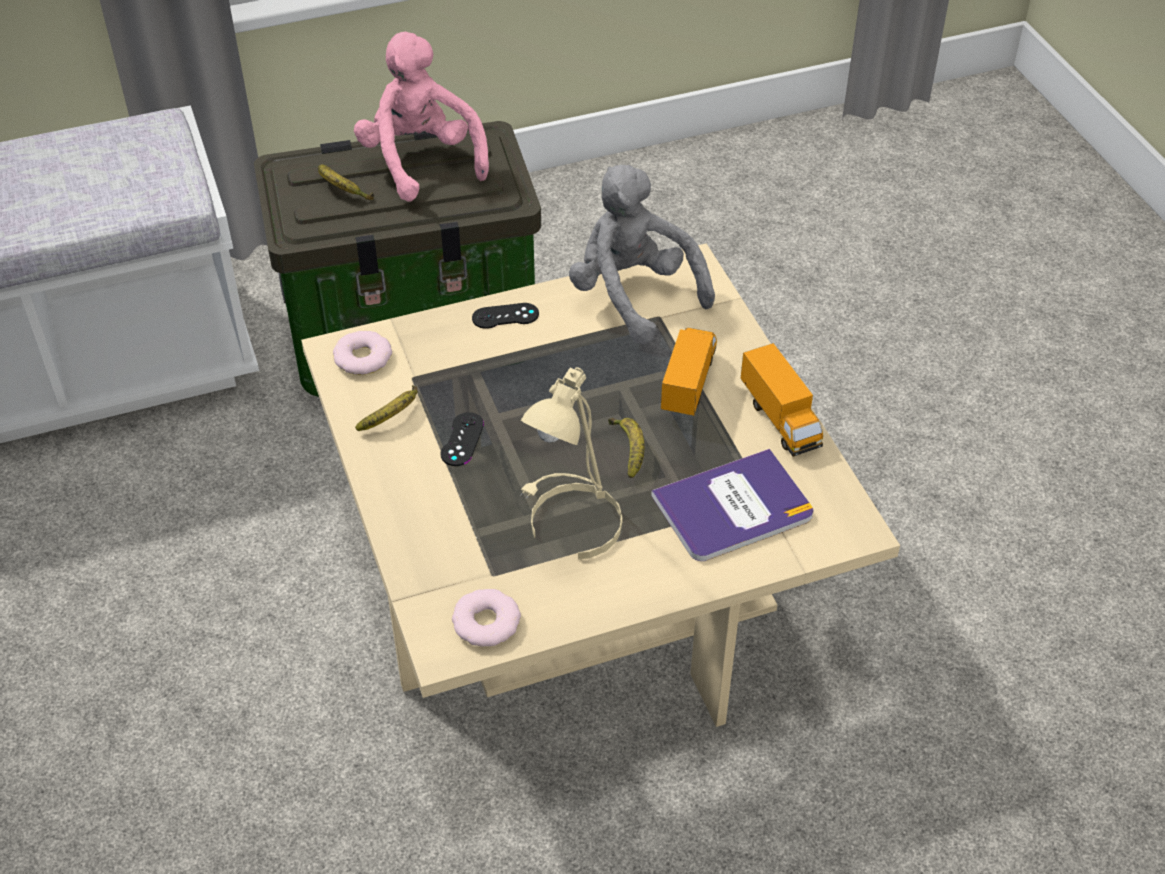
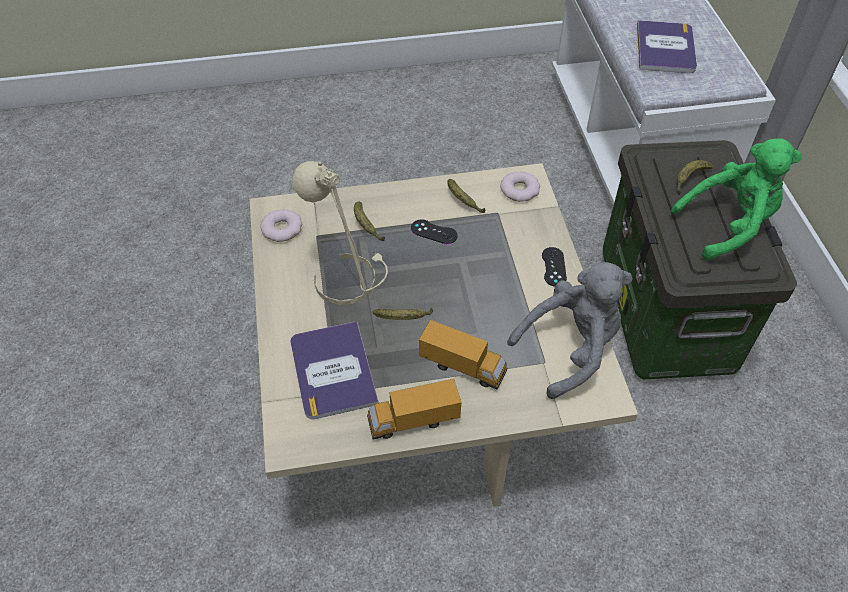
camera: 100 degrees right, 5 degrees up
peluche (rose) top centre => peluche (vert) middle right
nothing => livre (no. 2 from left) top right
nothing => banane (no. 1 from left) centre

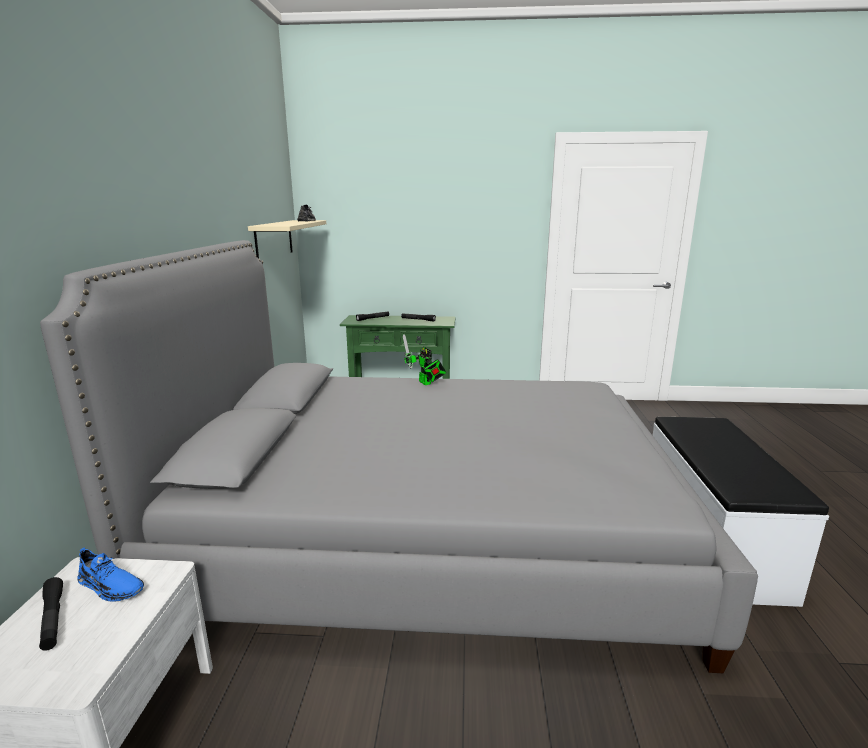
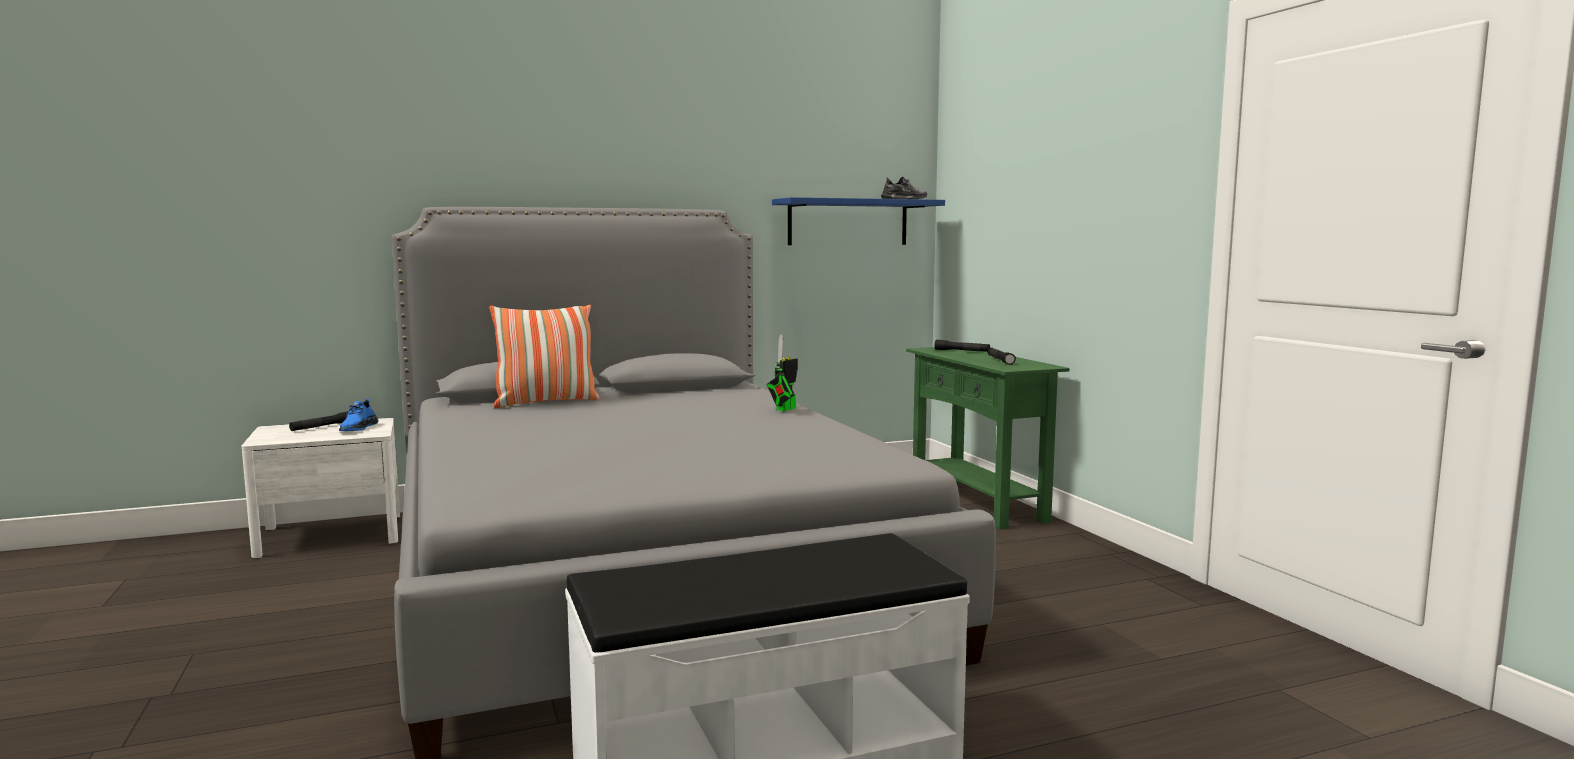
camera: 65 degrees right, 10 degrees down
étagère (beige) top left => étagère (bleu) top centre
nothing => coussin centre

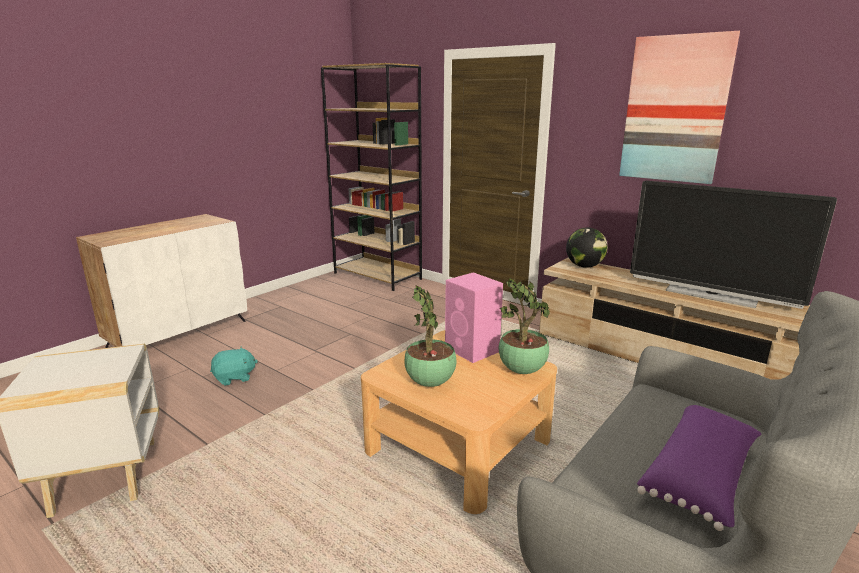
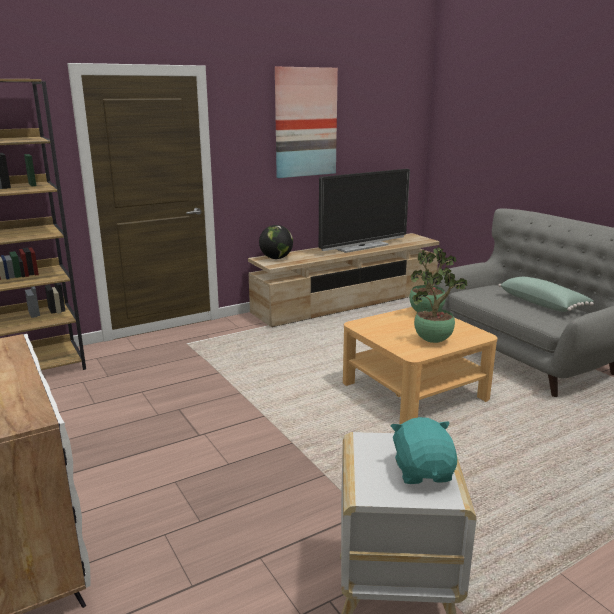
camera: 70 degrees left, 0 degrees up
enceinte (rose) centre => nothing
peluche (turquoise) middle left => peluche (turquoise) bottom right, relocated
coussin (violet) bottom right => coussin (vert) middle right

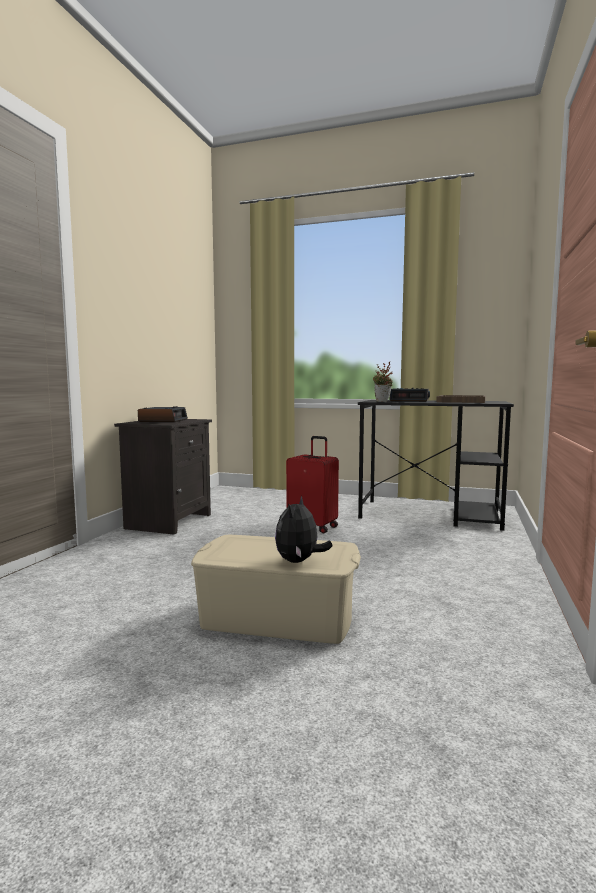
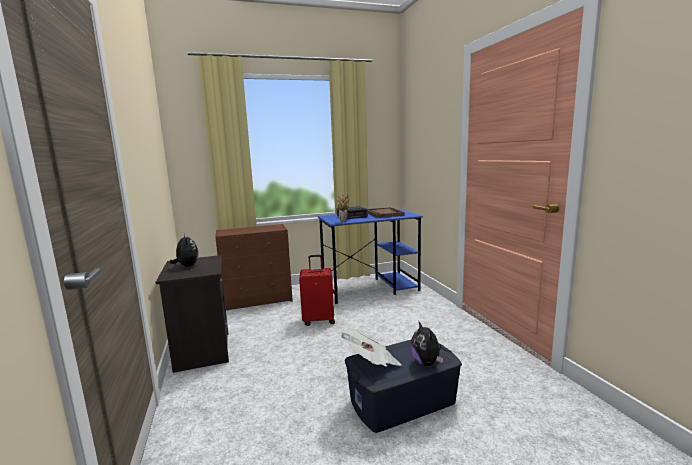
camera: 35 degrees left, 5 degrees up
bureau (noir) middle right => bureau (bleu) centre
réveil (no. 1 from left) middle left => peluche (no. 1 from left) middle left
boîte de rangement (beige) centre => boîte de rangement (bleu) bottom centre
nothing => commode (marron) centre
nothing => journal bottom centre

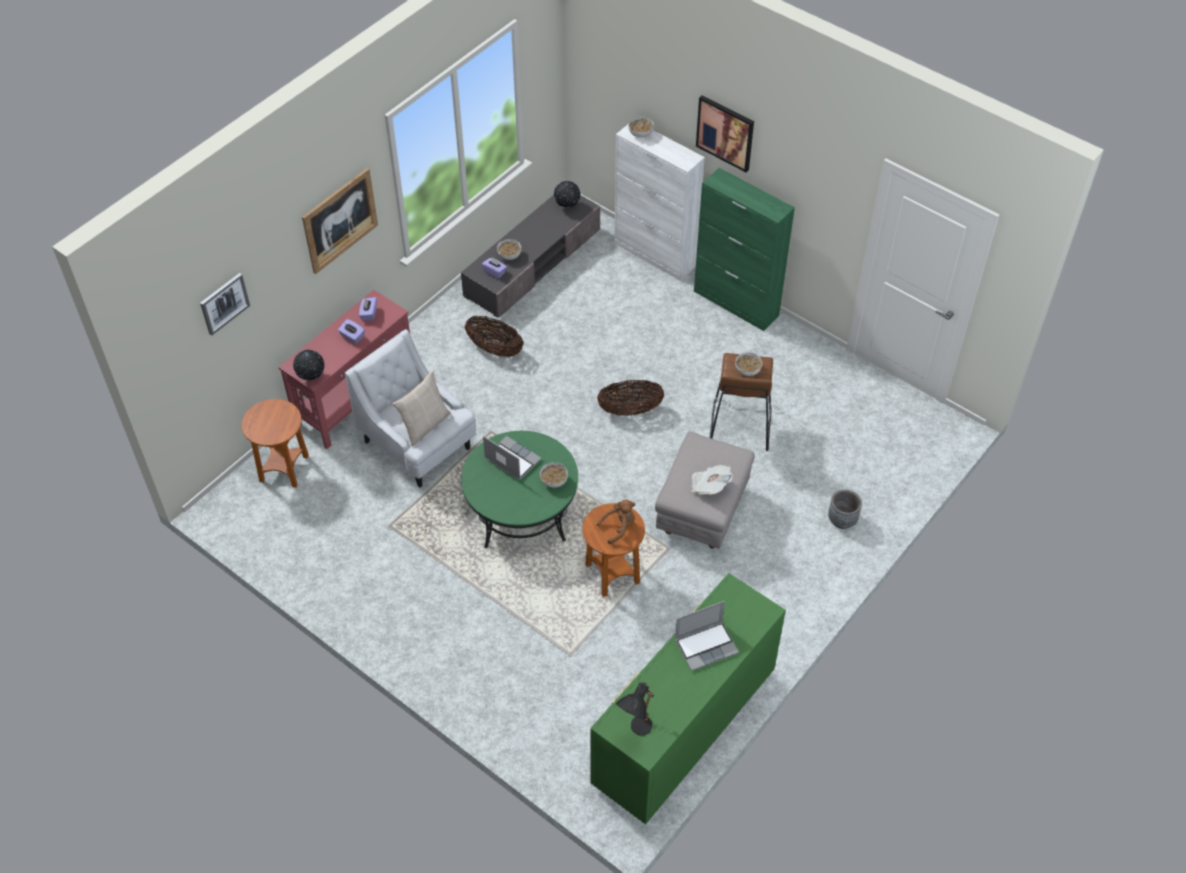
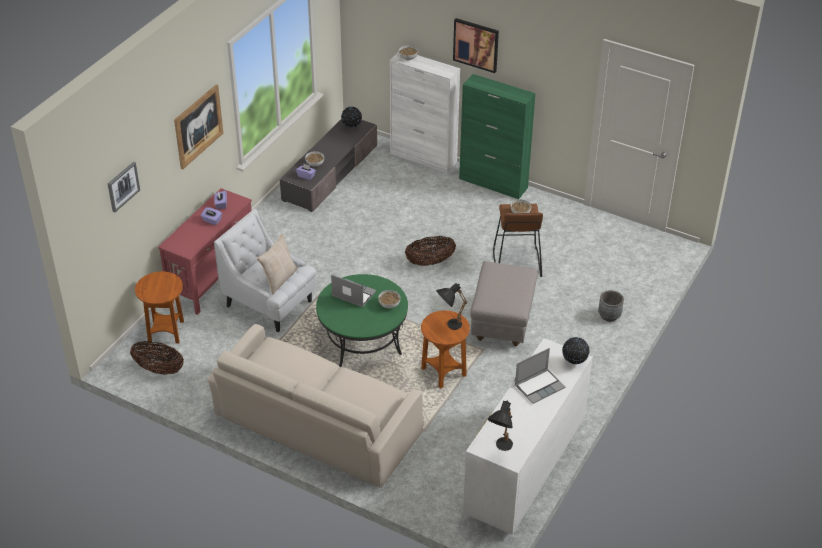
camera: 10 degrees left, 10 degrees down
panier (no. 1 from left) centre => panier (no. 1 from left) middle left, relocated
globe (no. 1 from left in the first image) middle left => globe (no. 2 from left) middle right, relocated
journal centre => nothing
peluche (marron) centre => lampe de table (noir) (no. 1 from left) centre
commode (vert) bottom centre => commode (blanc) bottom centre
nothing => canapé (beige) bottom centre

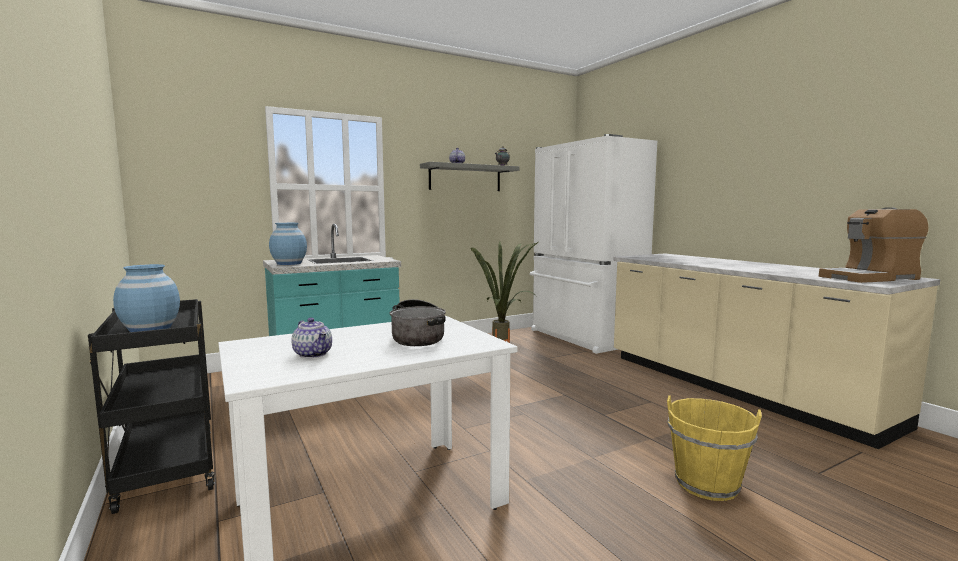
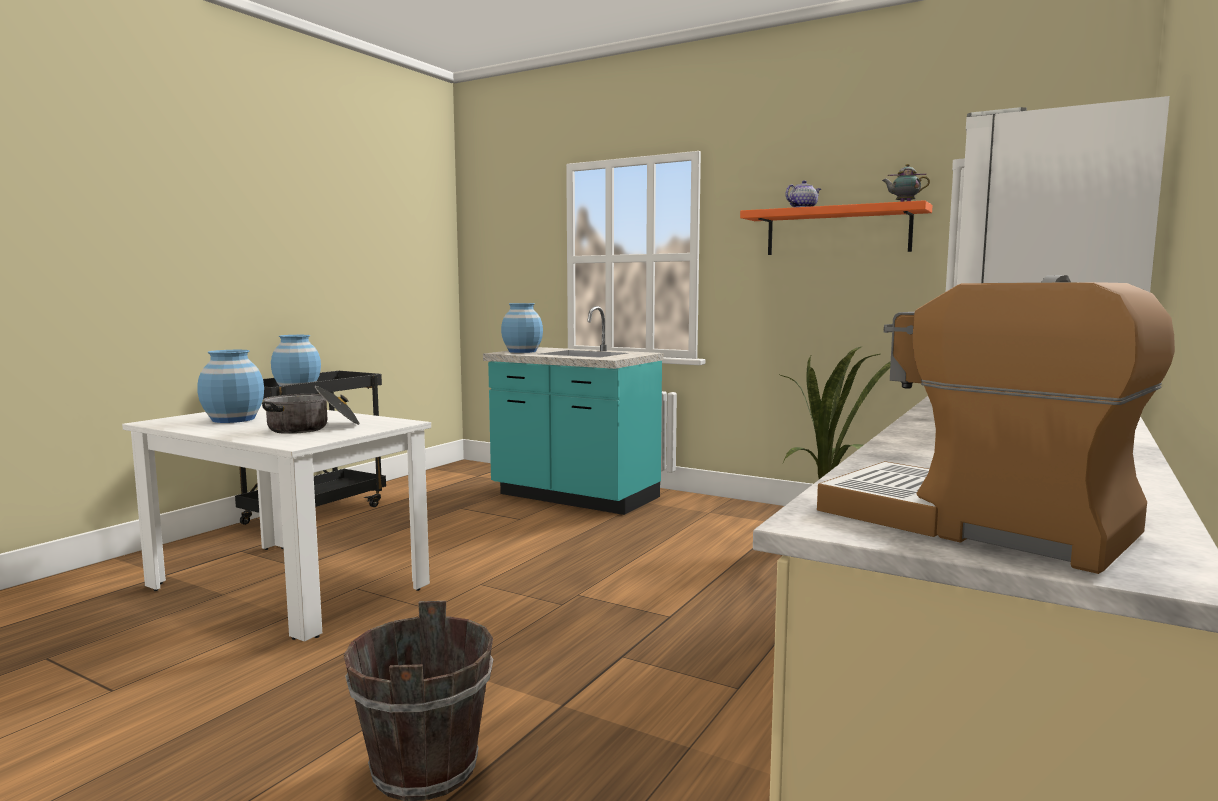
camera: 60 degrees right, 0 degrees up
étagère (gris) top centre => étagère (orange) top right
théière (no. 1 from left) middle left => vase (bleu) (no. 1 from left) middle left
seau (jaune) bottom right => seau (marron) bottom centre

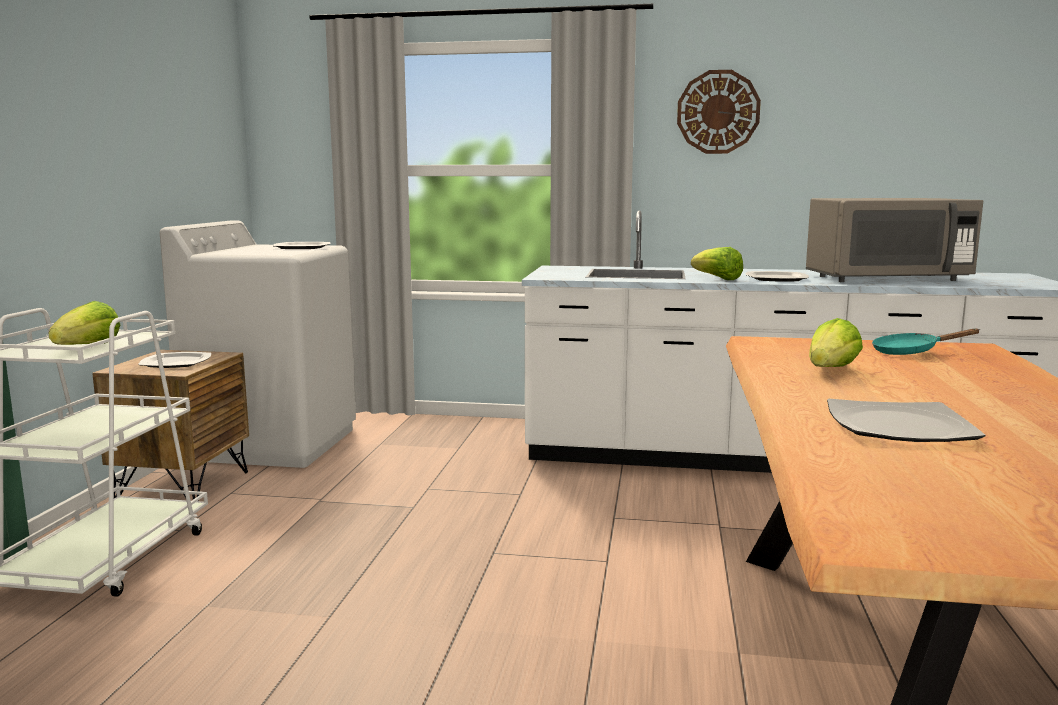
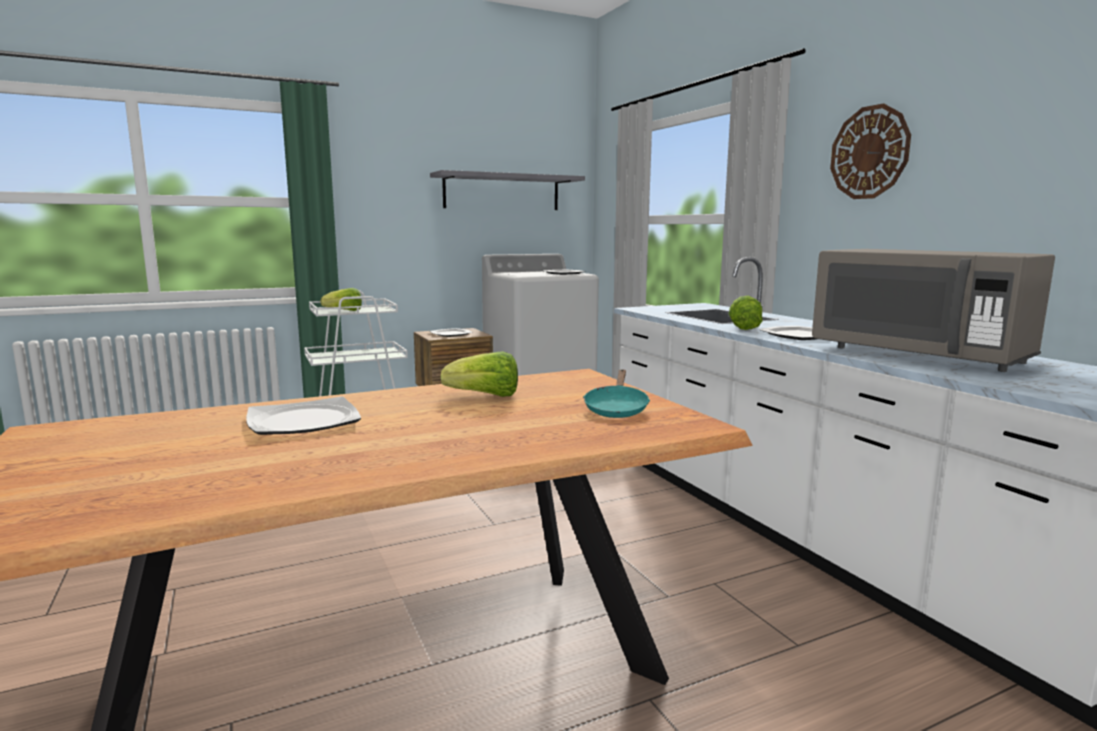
camera: 55 degrees right, 0 degrees up
poêle (turquoise) middle right => poêle (turquoise) centre, 135 degrees counterclockwise
nothing => étagère (gris) top centre

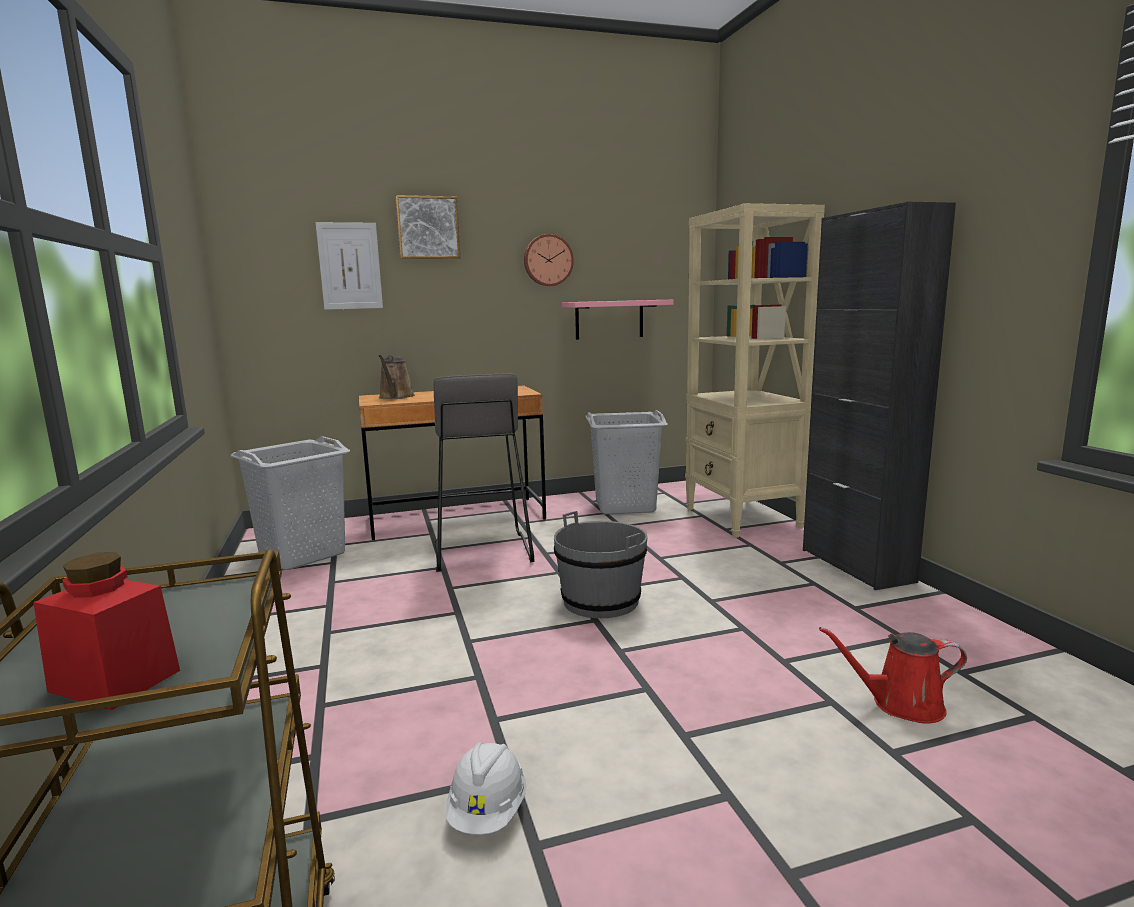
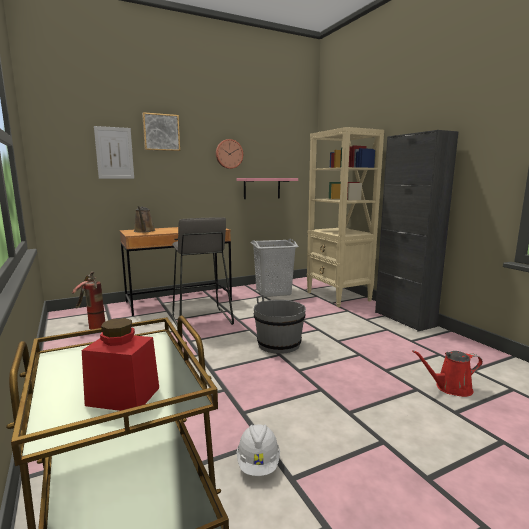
camera: 10 degrees left, 0 degrees up
panier à linge (gris) (no. 1 from left) middle left => extincteur middle left

